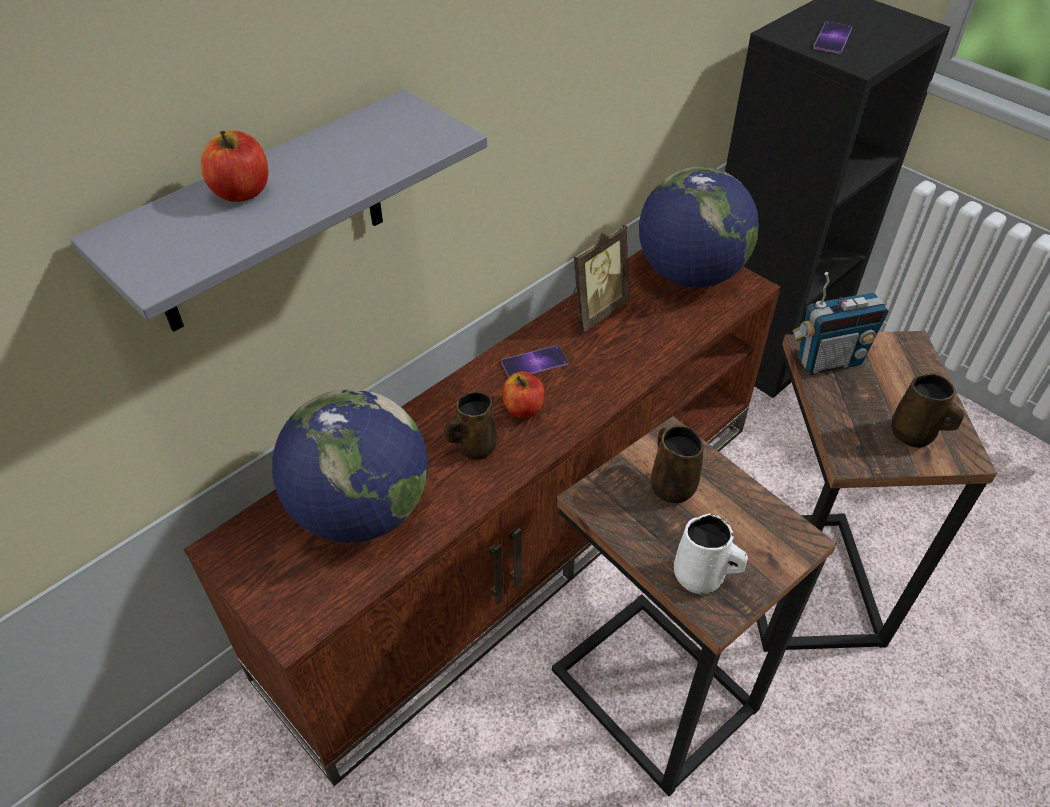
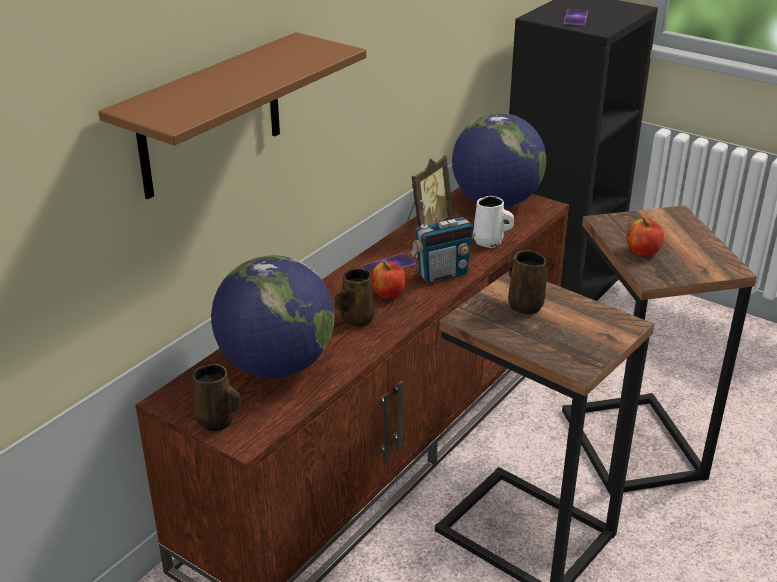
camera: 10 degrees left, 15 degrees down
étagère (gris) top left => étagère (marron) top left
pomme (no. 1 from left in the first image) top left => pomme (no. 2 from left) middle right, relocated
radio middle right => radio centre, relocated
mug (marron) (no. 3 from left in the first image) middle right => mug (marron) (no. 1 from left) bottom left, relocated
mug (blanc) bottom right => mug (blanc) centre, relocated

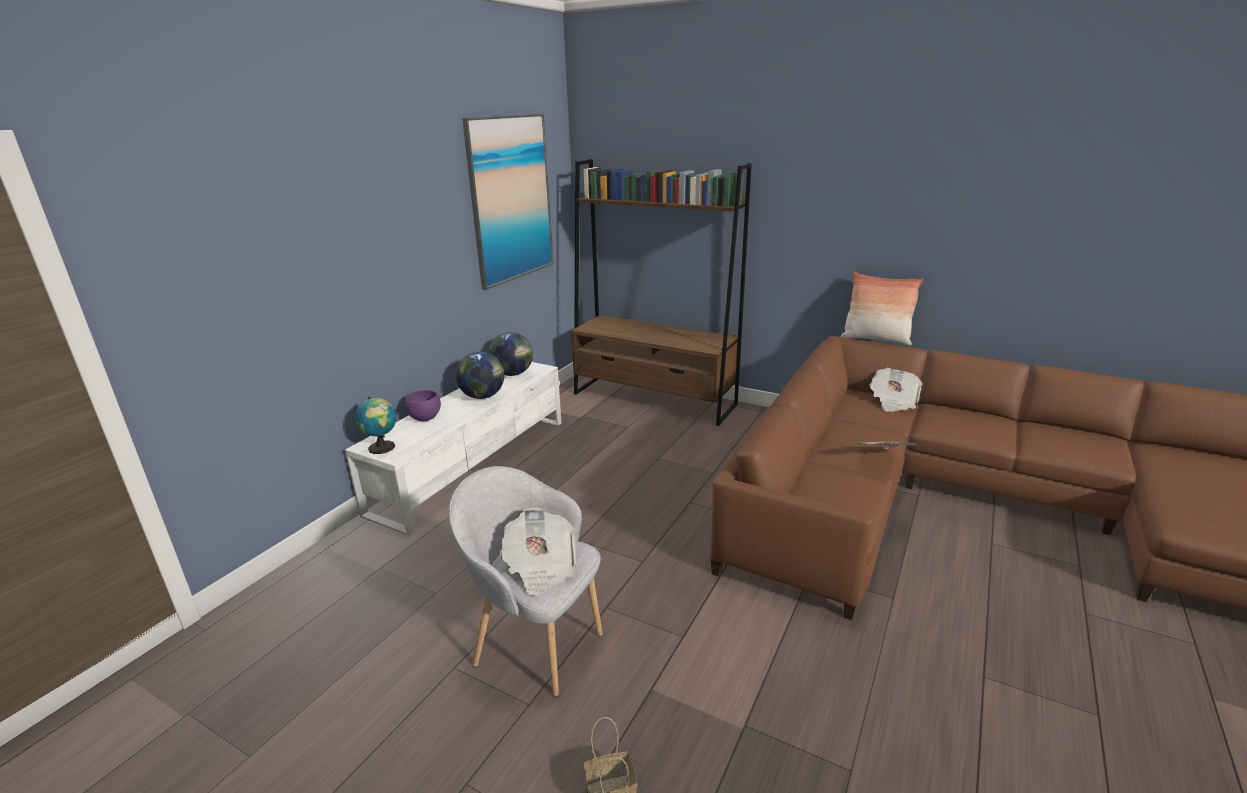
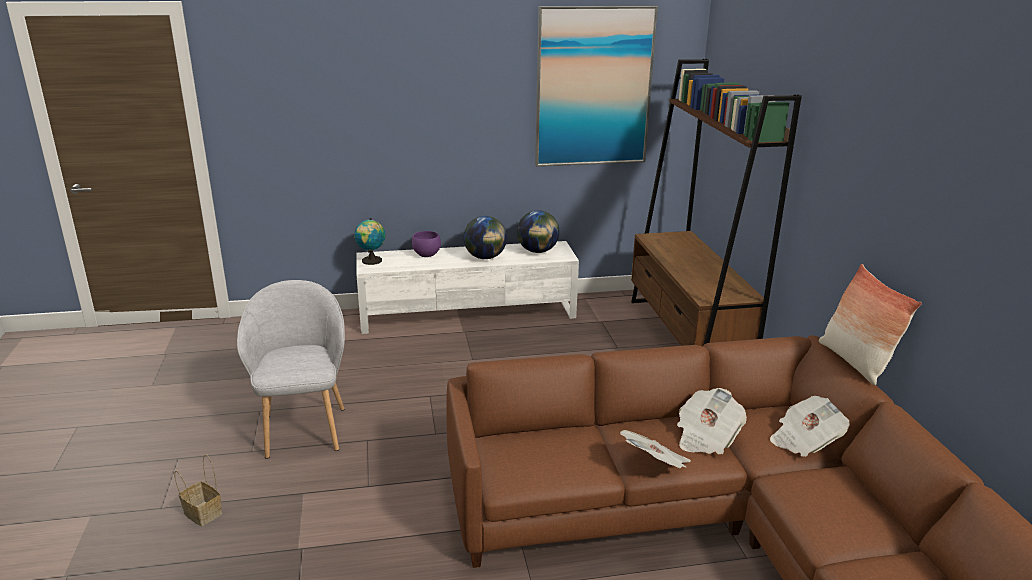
camera: 50 degrees right, 0 degrees up
journal (no. 1 from left in the first image) bottom centre => journal (no. 2 from left) bottom right, relocated

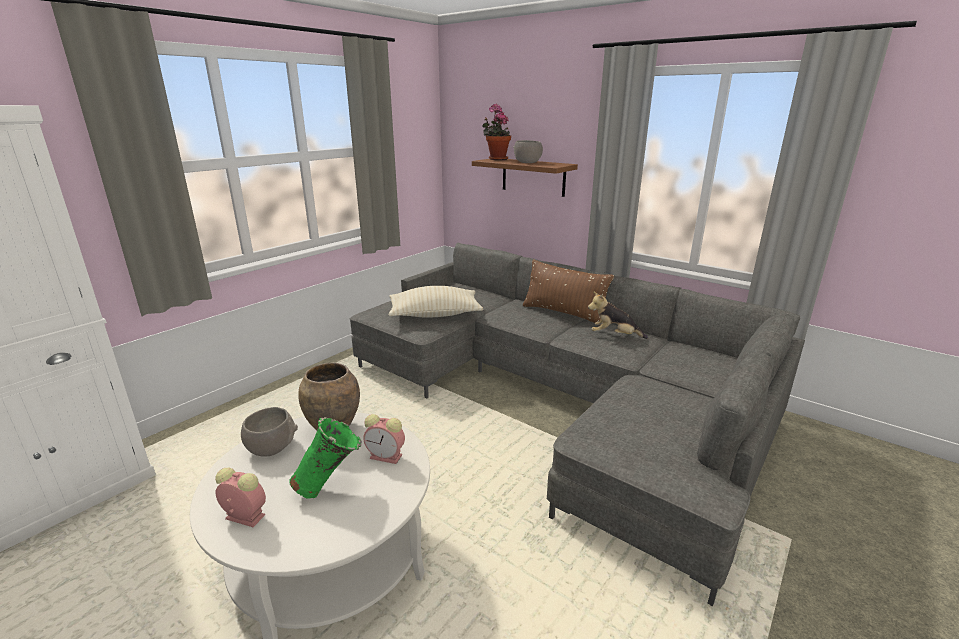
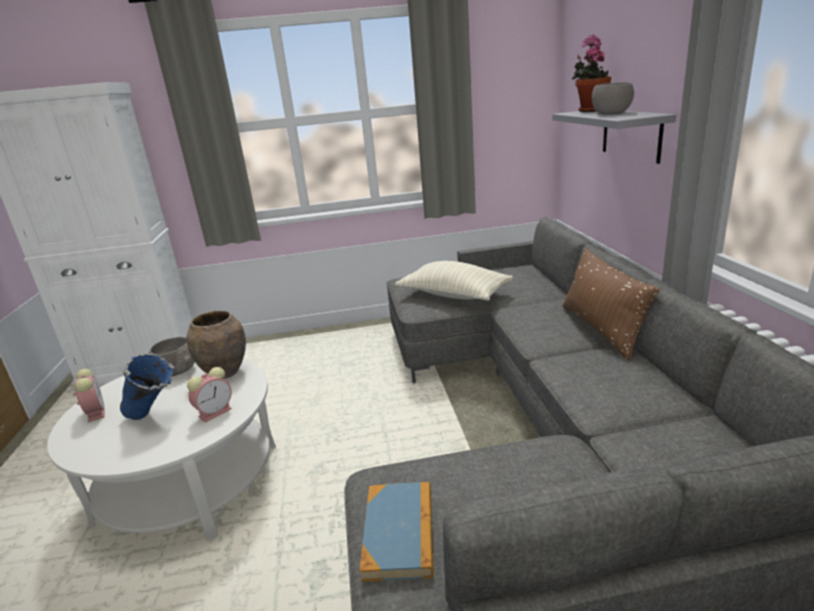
camera: 45 degrees right, 0 degrees up
étagère (marron) top centre => étagère (gris) top right
peluche centre => nothing
réveil (no. 2 from left) bottom centre => réveil (no. 2 from left) middle left, 105 degrees counterclockwise
vase (vert) bottom centre => vase (bleu) middle left
nothing => livre bottom centre

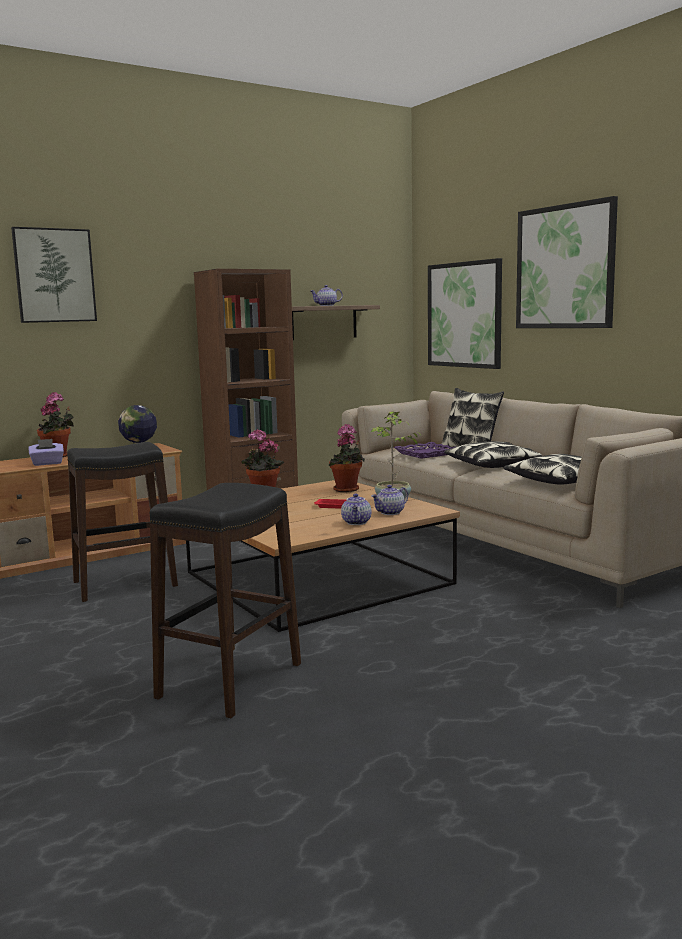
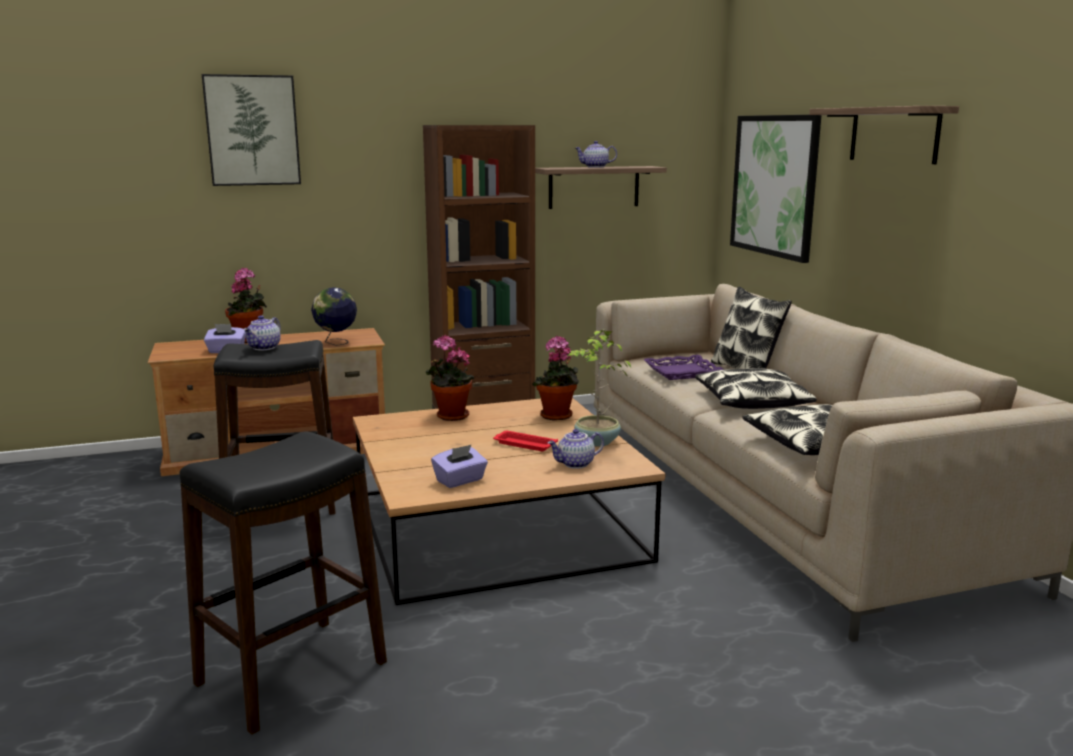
camera: 15 degrees right, 5 degrees up
tableau (no. 3 from left) top right => étagère (no. 2 from left) top right
théière (no. 2 from left in the first image) centre => théière (no. 1 from left) middle left, relocated
nothing => boîte à mouchoirs (violet) (no. 2 from left) centre

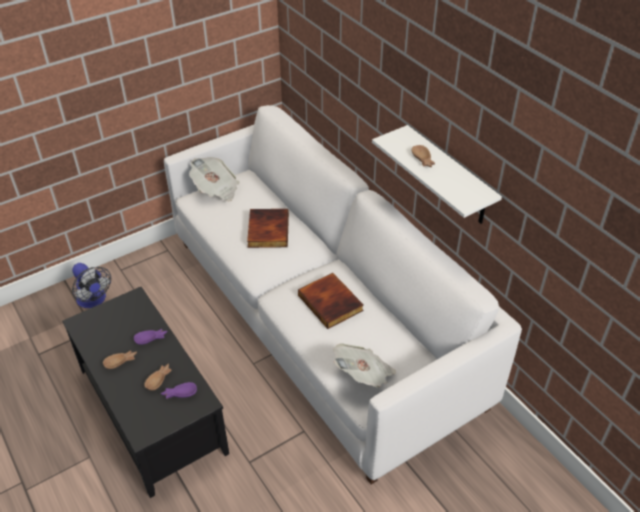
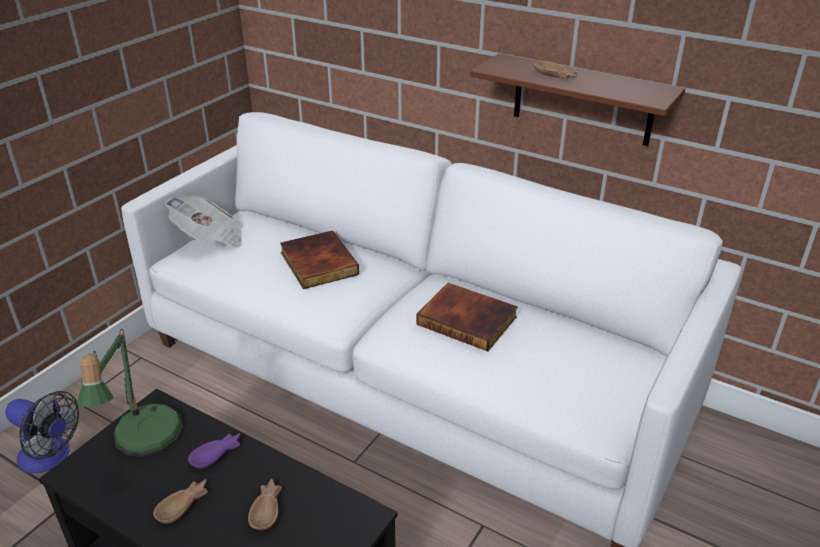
camera: 25 degrees left, 10 degrees down
étagère (blanc) middle right => étagère (marron) top right
journal (no. 2 from left) bottom centre => nothing
bol (violet) (no. 2 from left) bottom left => nothing
nothing => lampe de table bottom left

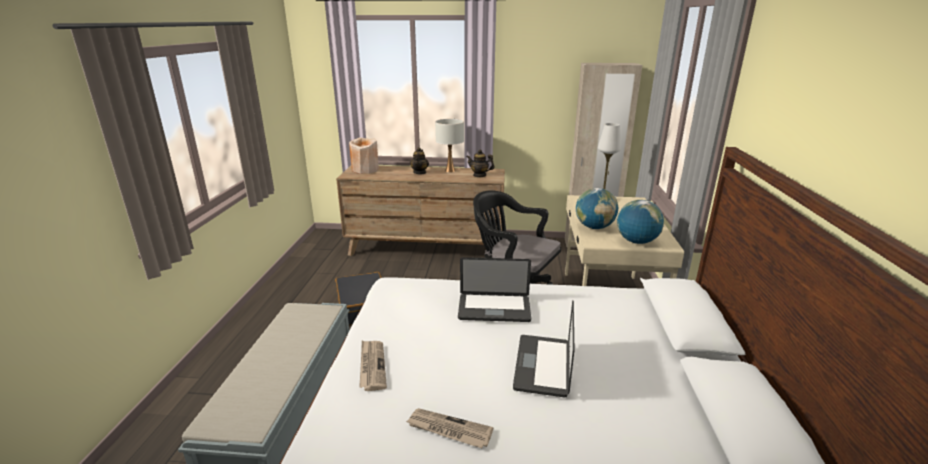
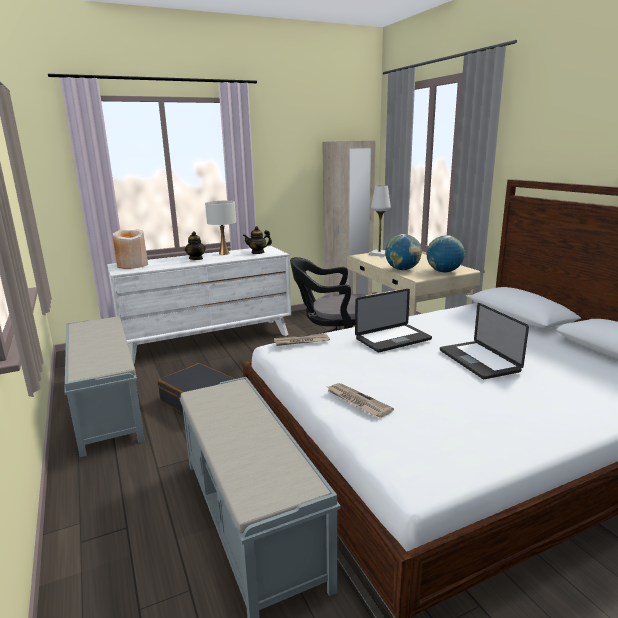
camera: 30 degrees left, 5 degrees down
commode (marron) centre => commode (blanc) middle left
journal (no. 2 from left in the first image) bottom centre => journal (no. 1 from left) centre, relocated
nothing => banc (gris) (no. 1 from left) middle left

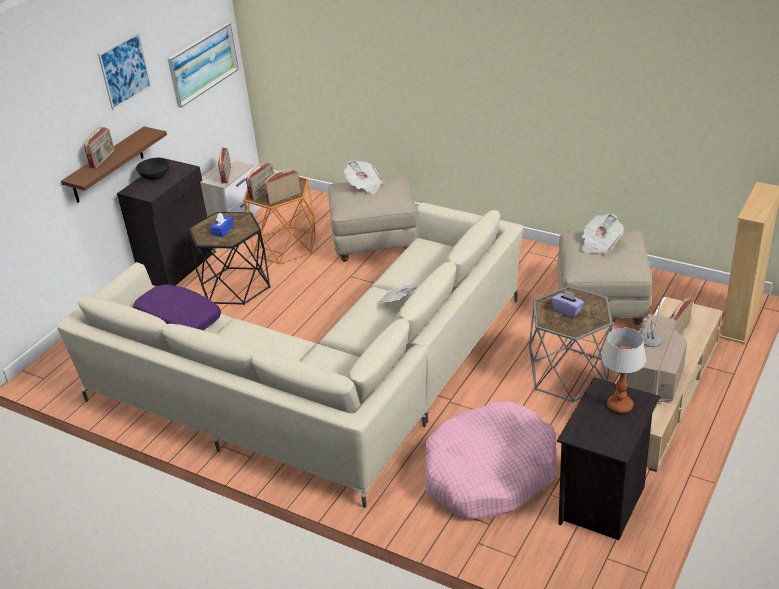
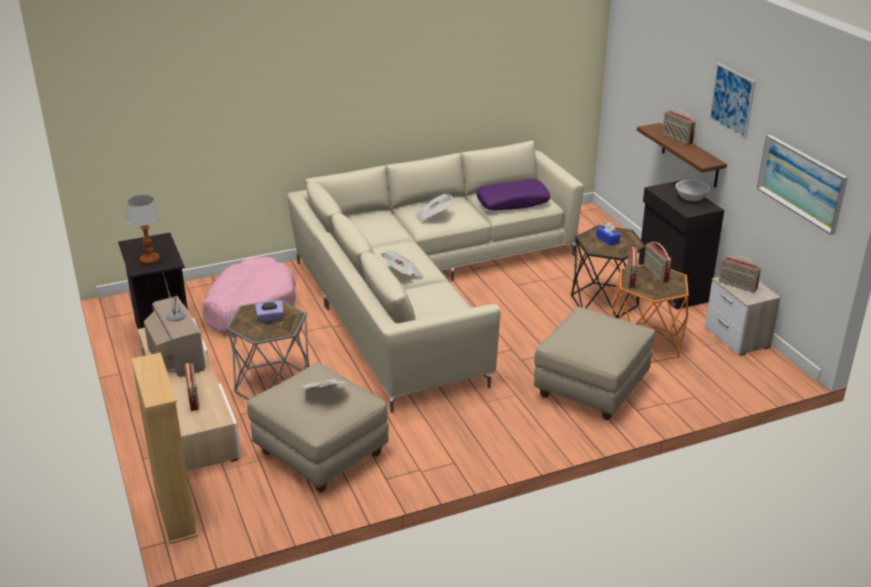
camera: 125 degrees right, 5 degrees down
bol (noir) top left => bol (blanc) top right
journal (no. 1 from left in the first image) top centre => journal (no. 3 from left) centre, relocated

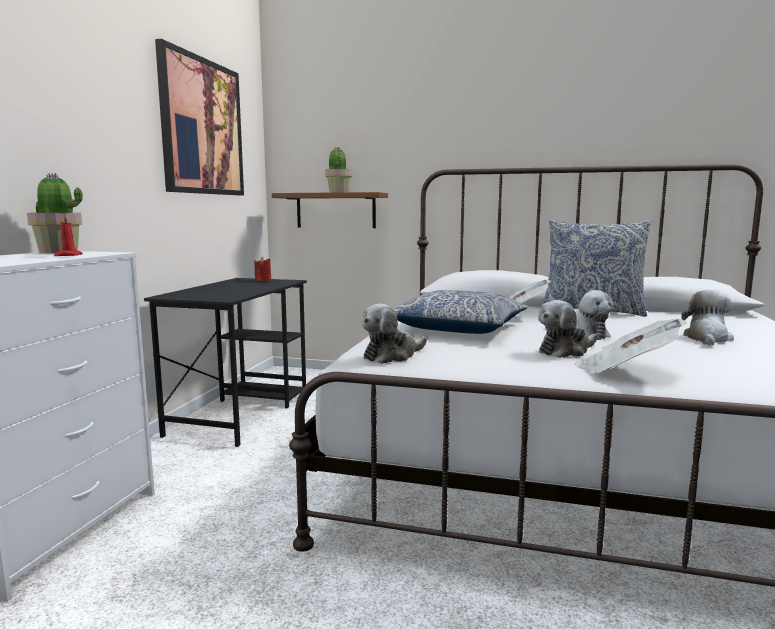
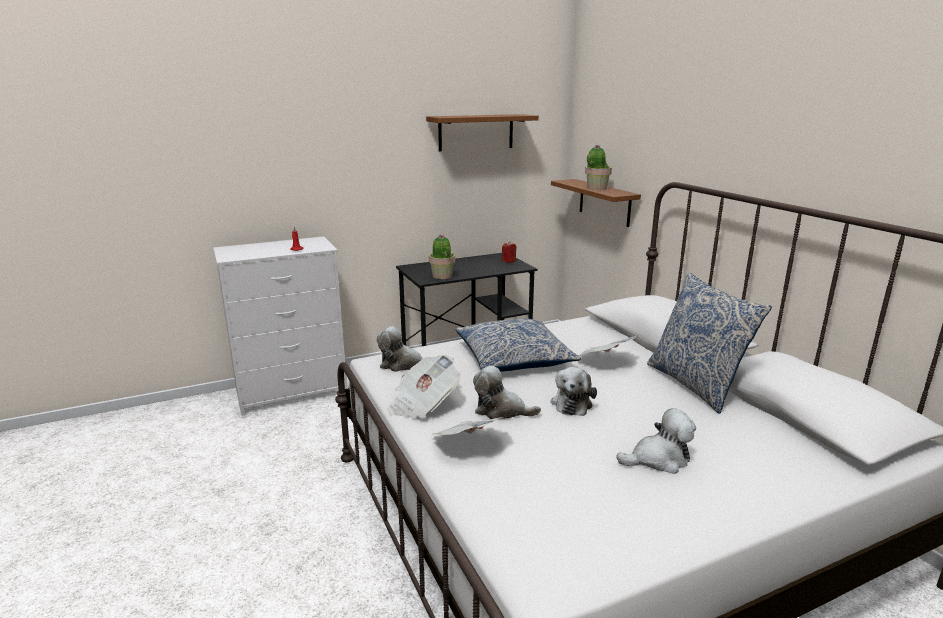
camera: 50 degrees right, 10 degrees up
tableau top left => étagère (marron) (no. 1 from left) top centre
plante en pot (no. 1 from left) middle left => plante en pot (no. 1 from left) centre, relocated
nothing => journal (no. 1 from left) centre

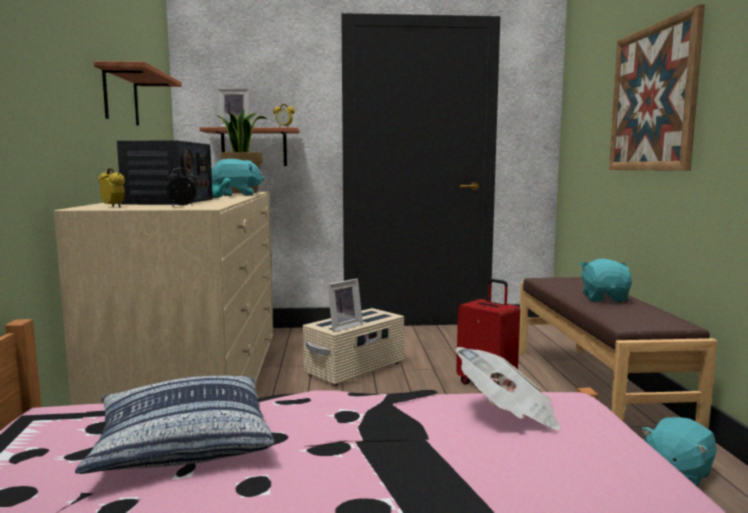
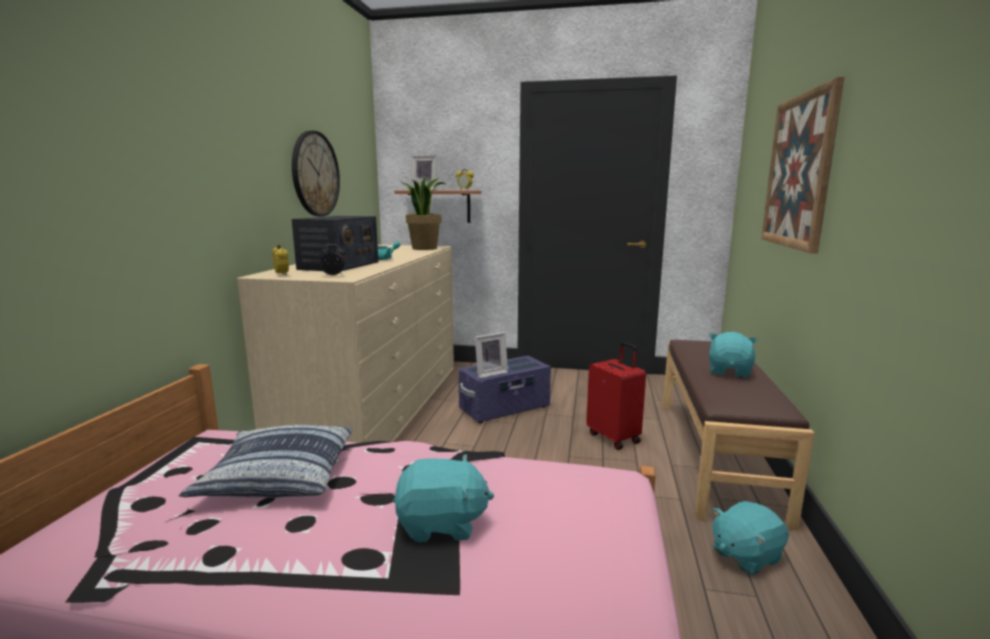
camera: 15 degrees right, 5 degrees up
étagère (no. 1 from left) top left => horloge murale top left
peluche (turquoise) (no. 1 from left) middle left => peluche (turquoise) (no. 1 from left) bottom centre, relocated
boîte de rangement (beige) bottom centre => boîte de rangement (violet) centre
journal bottom right => nothing

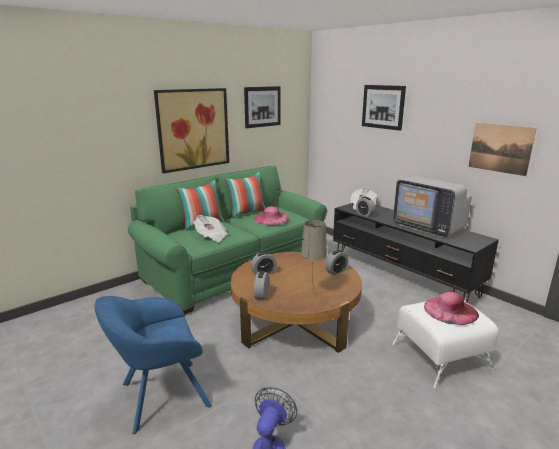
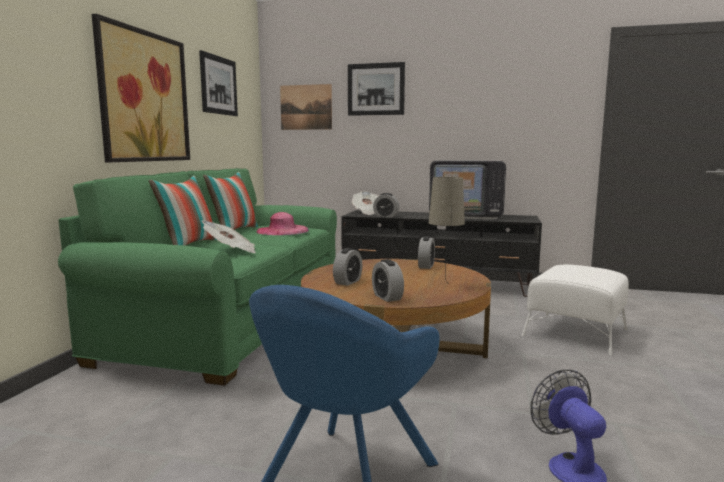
camera: 35 degrees left, 10 degrees down
tableau (no. 4 from left in the first image) top right => tableau (no. 3 from left) top centre, relocated
chapeau (rose) (no. 2 from left) bottom right => nothing

